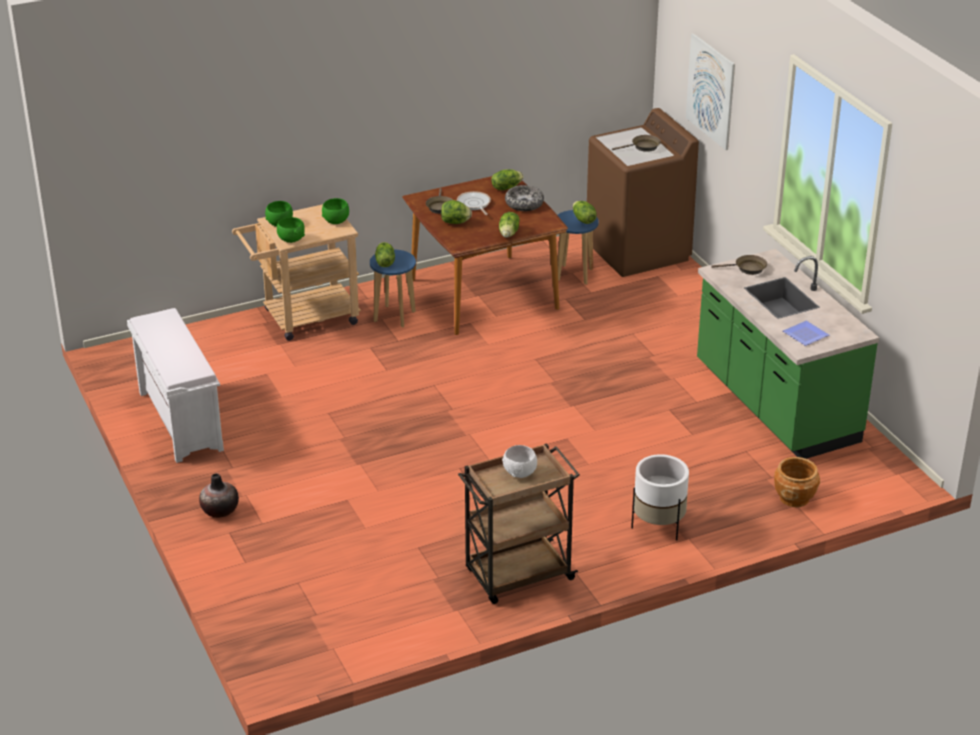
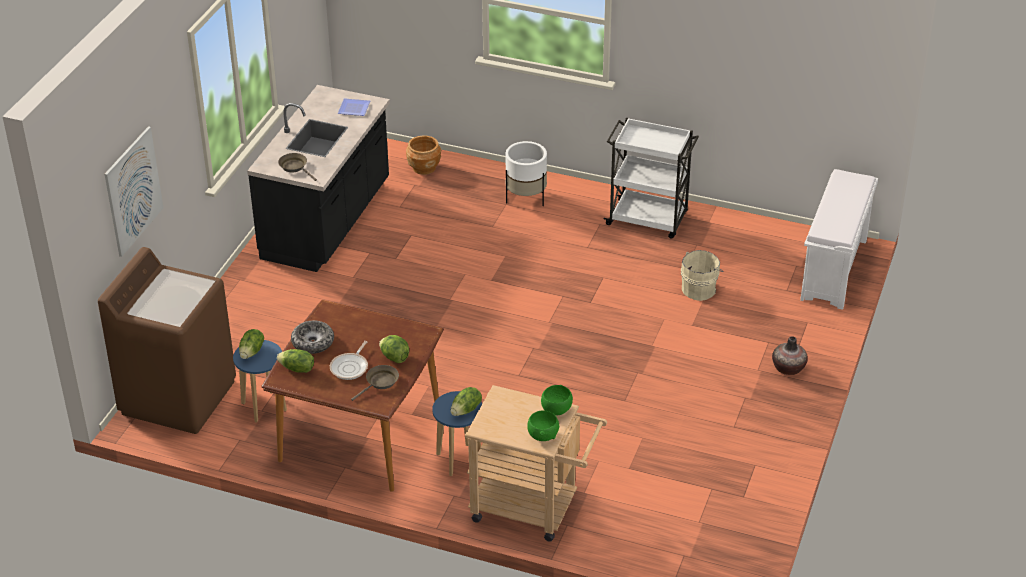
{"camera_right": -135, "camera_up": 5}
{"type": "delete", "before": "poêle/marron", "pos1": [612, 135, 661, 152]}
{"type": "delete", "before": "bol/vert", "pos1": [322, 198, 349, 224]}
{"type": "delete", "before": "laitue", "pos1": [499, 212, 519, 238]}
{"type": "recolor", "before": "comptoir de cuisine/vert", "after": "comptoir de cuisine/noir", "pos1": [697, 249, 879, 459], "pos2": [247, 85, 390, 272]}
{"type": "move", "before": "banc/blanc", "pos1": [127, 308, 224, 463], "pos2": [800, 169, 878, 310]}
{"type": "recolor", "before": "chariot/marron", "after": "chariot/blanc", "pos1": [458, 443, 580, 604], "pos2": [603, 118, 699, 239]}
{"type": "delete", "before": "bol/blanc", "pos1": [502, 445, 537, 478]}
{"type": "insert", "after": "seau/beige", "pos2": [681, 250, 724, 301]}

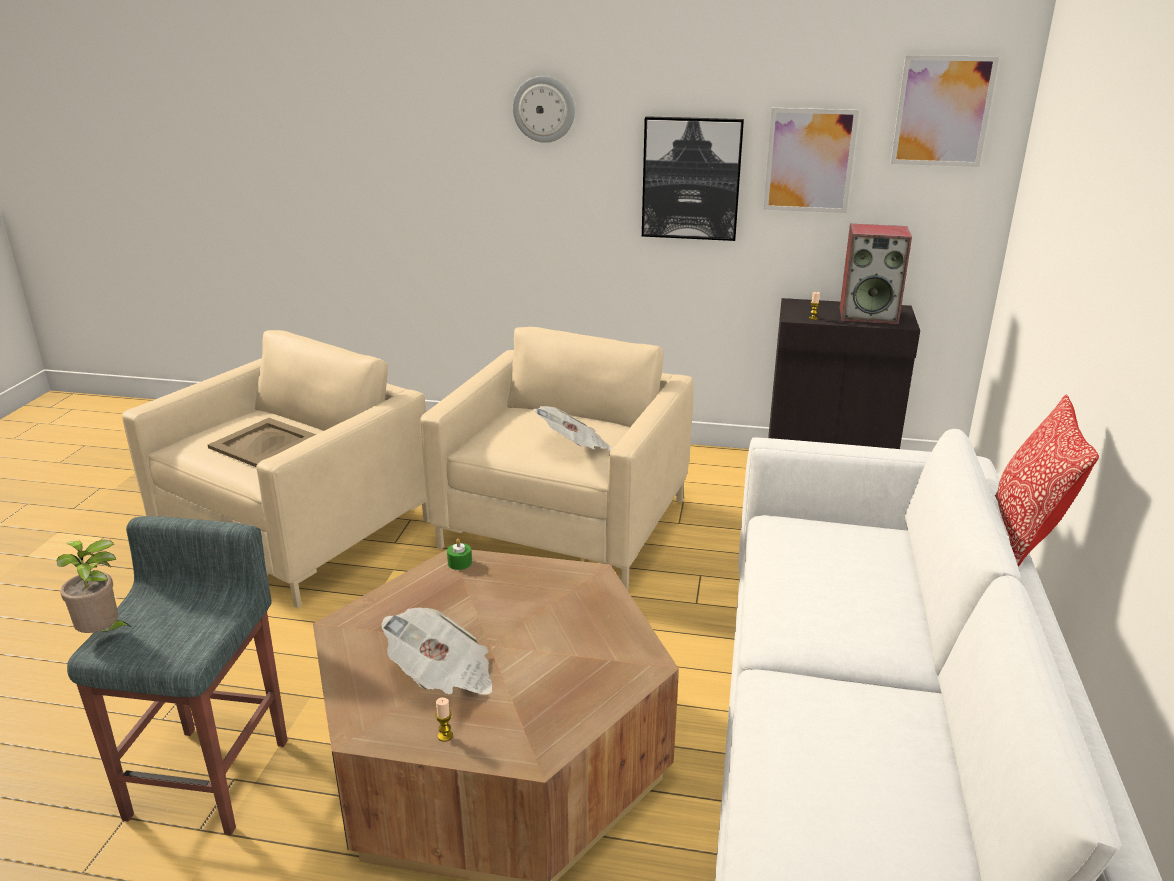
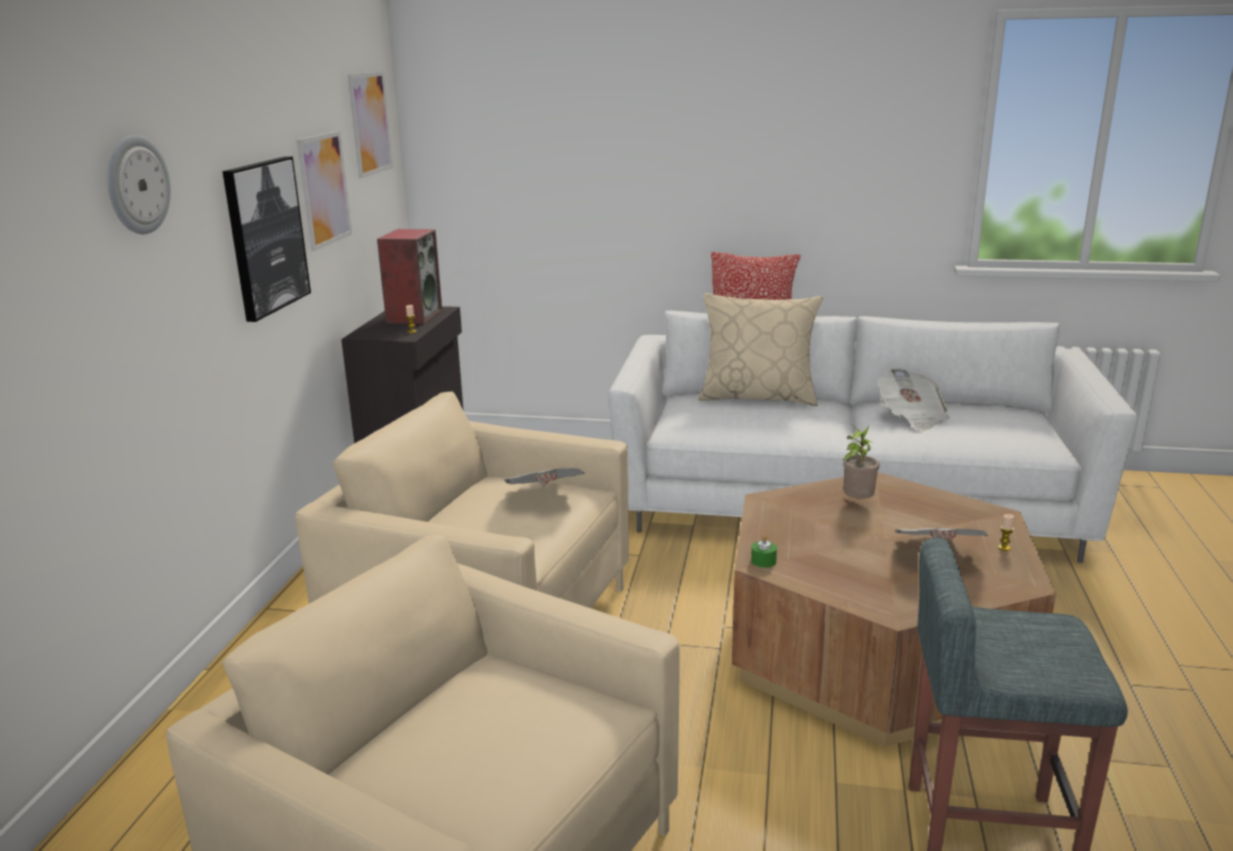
{"camera_right": -90, "camera_up": -5}
{"type": "delete", "before": "plateau/beige", "pos1": [208, 418, 317, 467]}
{"type": "move", "before": "plante en pot", "pos1": [57, 540, 132, 633], "pos2": [843, 424, 879, 499]}
{"type": "insert", "after": "coussin/beige", "pos2": [698, 293, 823, 406]}
{"type": "insert", "after": "journal", "pos2": [878, 368, 950, 431]}

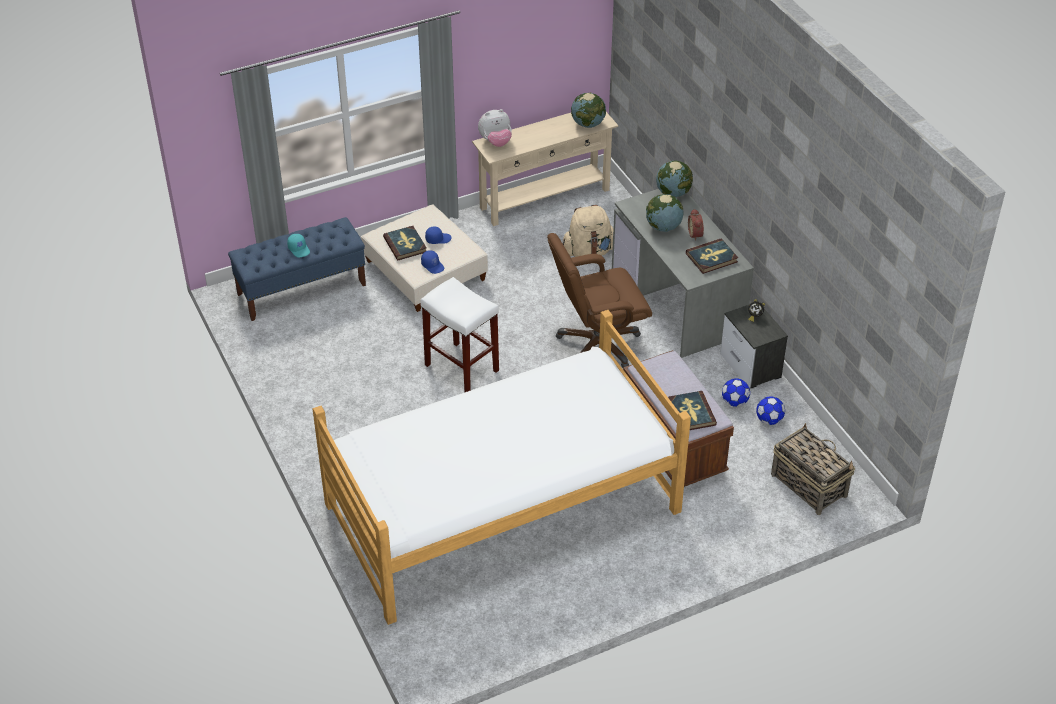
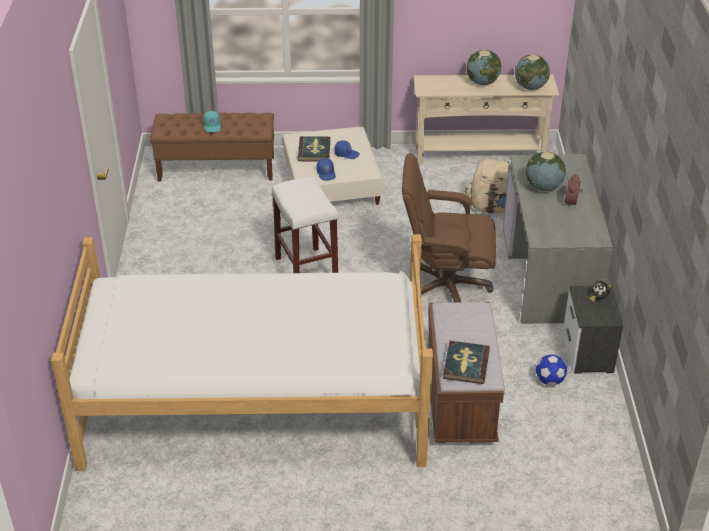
{"camera_right": 25, "camera_up": -5}
{"type": "delete", "before": "peluche", "pos1": [478, 109, 512, 147]}
{"type": "move", "before": "globe", "pos1": [656, 160, 693, 197], "pos2": [467, 50, 501, 85]}
{"type": "recolor", "before": "banc/bleu", "after": "banc/marron", "pos1": [228, 217, 366, 321], "pos2": [150, 112, 274, 182]}
{"type": "delete", "before": "livre", "pos1": [686, 238, 738, 274]}
{"type": "delete", "before": "ballon de foot", "pos1": [756, 396, 785, 425]}
{"type": "delete", "before": "panier", "pos1": [771, 423, 855, 515]}

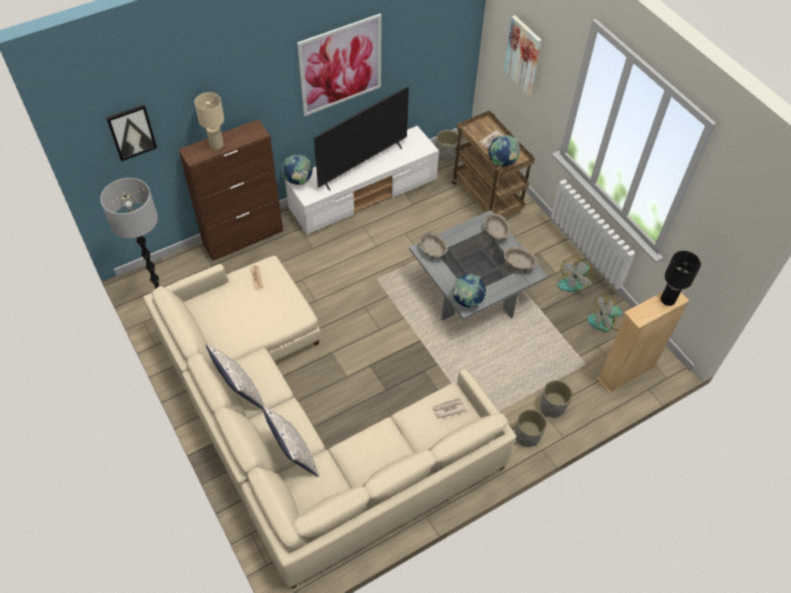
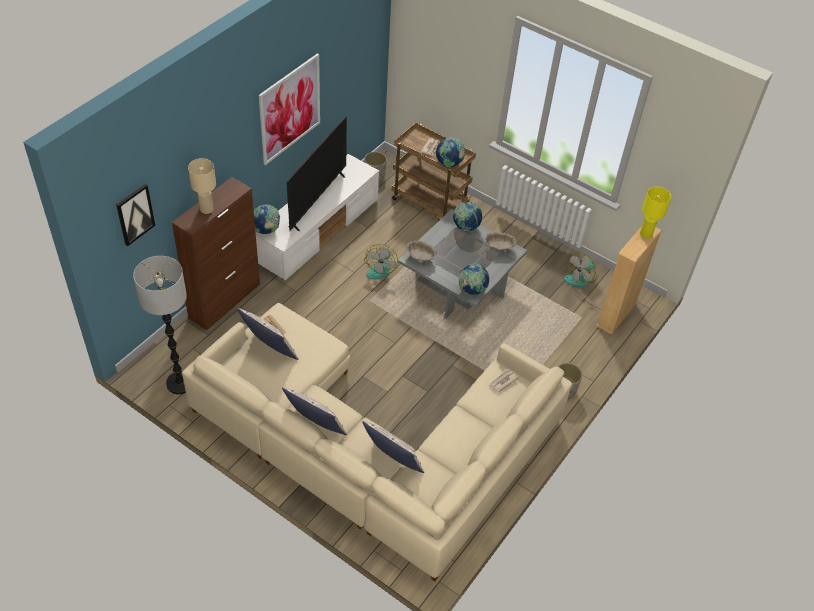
{"camera_right": -25, "camera_up": -5}
{"type": "delete", "before": "tableau", "pos1": [503, 15, 542, 95]}
{"type": "replace", "before": "bol/beige", "after": "globe", "pos1": [484, 213, 511, 242], "pos2": [453, 202, 482, 232]}
{"type": "recolor", "before": "lampe de table/noir", "after": "lampe de table/jaune", "pos1": [661, 251, 701, 306], "pos2": [640, 186, 672, 239]}
{"type": "move", "before": "ventilateur", "pos1": [557, 257, 594, 292], "pos2": [364, 244, 398, 279]}
{"type": "delete", "before": "cache-pot/gris", "pos1": [541, 380, 572, 418]}
{"type": "insert", "after": "coussin", "pos2": [237, 308, 299, 360]}

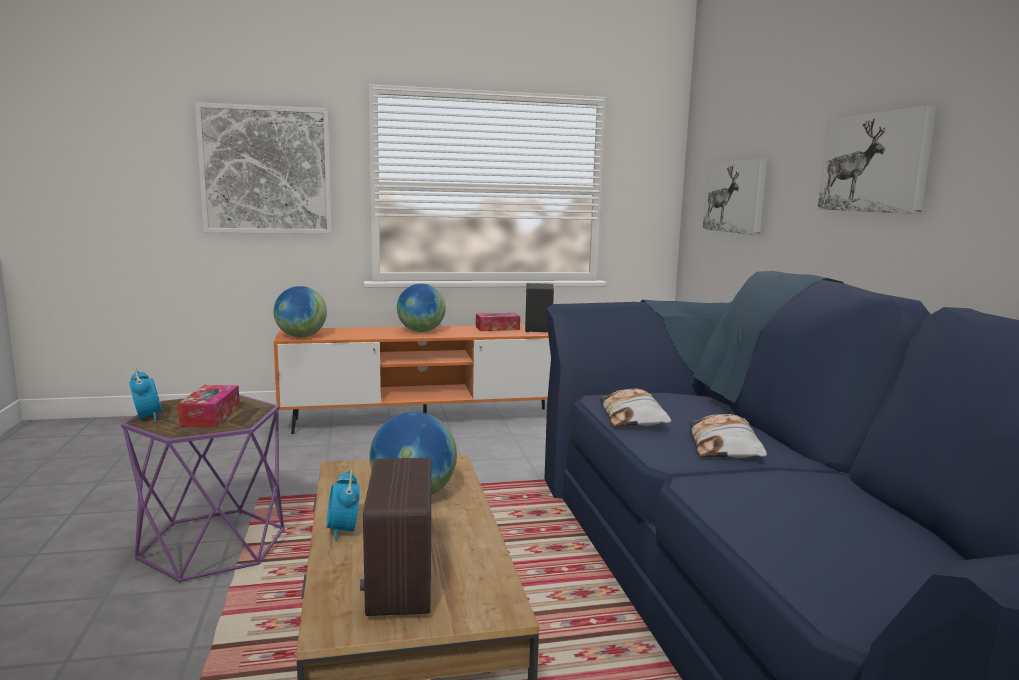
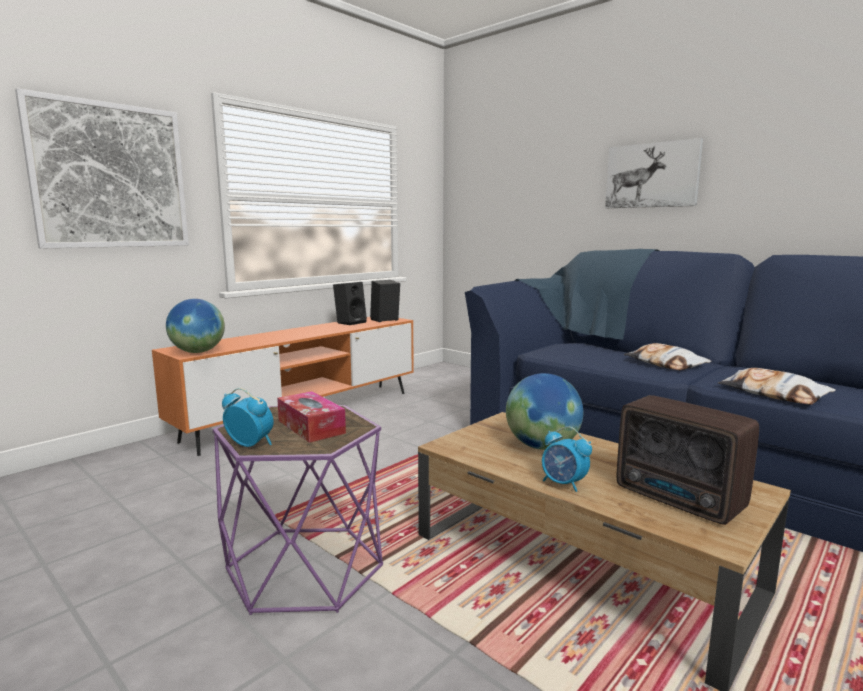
{"camera_right": -35, "camera_up": 0}
{"type": "delete", "before": "tableau", "pos1": [703, 159, 767, 235]}
{"type": "delete", "before": "globe", "pos1": [397, 284, 446, 332]}
{"type": "replace", "before": "boîte à mouchoirs", "after": "enceinte/noir", "pos1": [476, 313, 520, 331], "pos2": [333, 282, 367, 325]}
{"type": "move", "before": "coussin", "pos1": [599, 388, 671, 426], "pos2": [718, 368, 836, 405]}

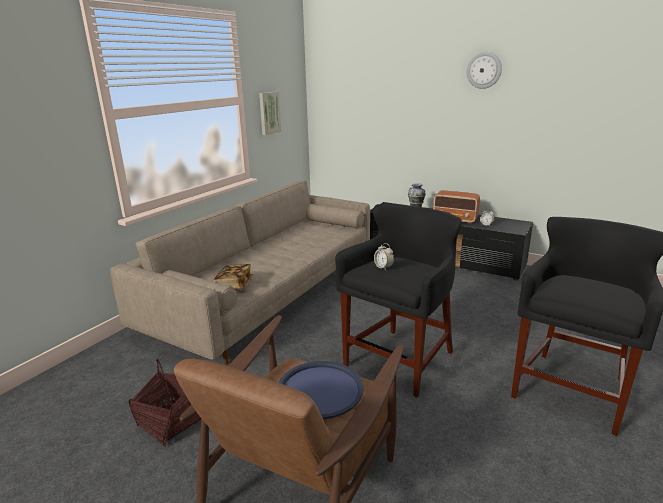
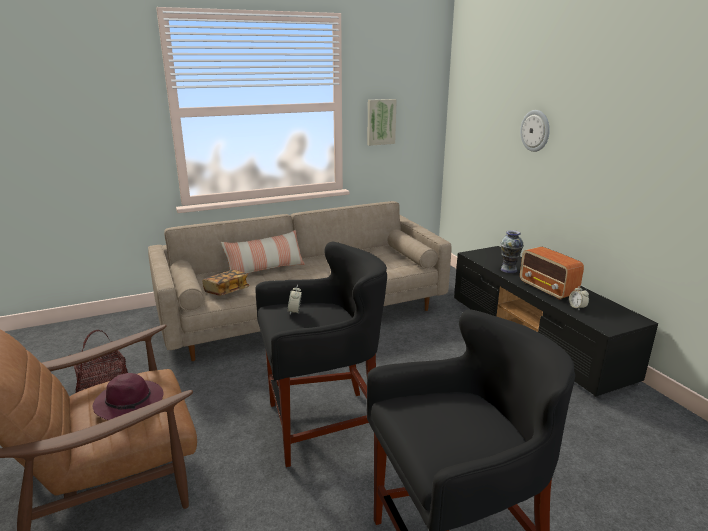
{"camera_right": 35, "camera_up": 0}
{"type": "move", "before": "horloge murale", "pos1": [467, 52, 502, 89], "pos2": [520, 110, 550, 152]}
{"type": "replace", "before": "plateau/bleu", "after": "chapeau/violet", "pos1": [278, 361, 364, 419], "pos2": [92, 373, 163, 420]}
{"type": "insert", "after": "coussin", "pos2": [221, 230, 305, 274]}

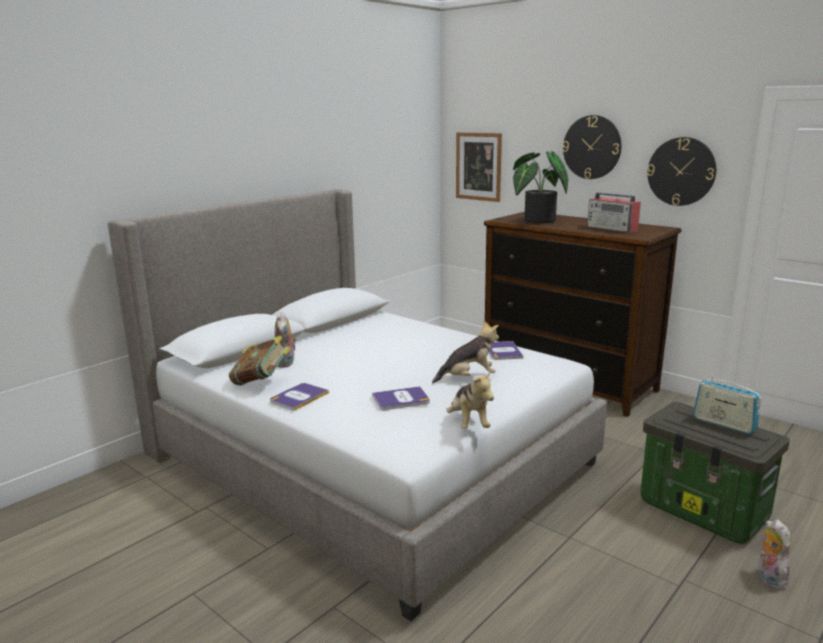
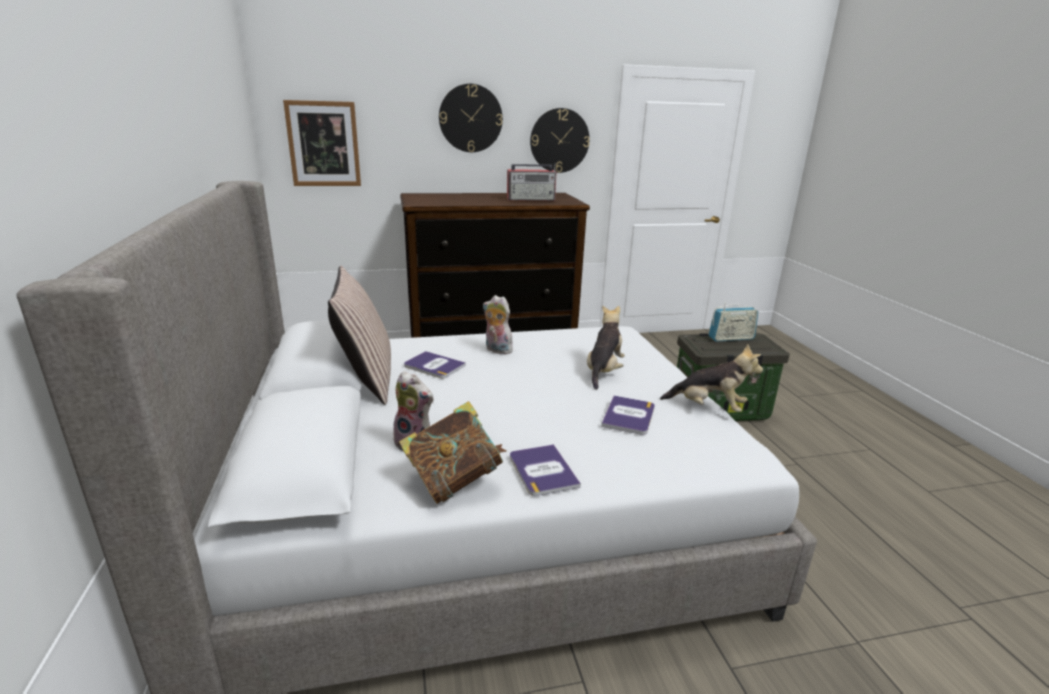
{"camera_right": -55, "camera_up": 5}
{"type": "delete", "before": "plante en pot", "pos1": [513, 151, 568, 223]}
{"type": "move", "before": "livre", "pos1": [489, 341, 524, 360], "pos2": [404, 351, 466, 378]}
{"type": "move", "before": "peluche", "pos1": [758, 519, 791, 590], "pos2": [483, 295, 513, 355]}
{"type": "insert", "after": "coussin", "pos2": [328, 266, 391, 405]}

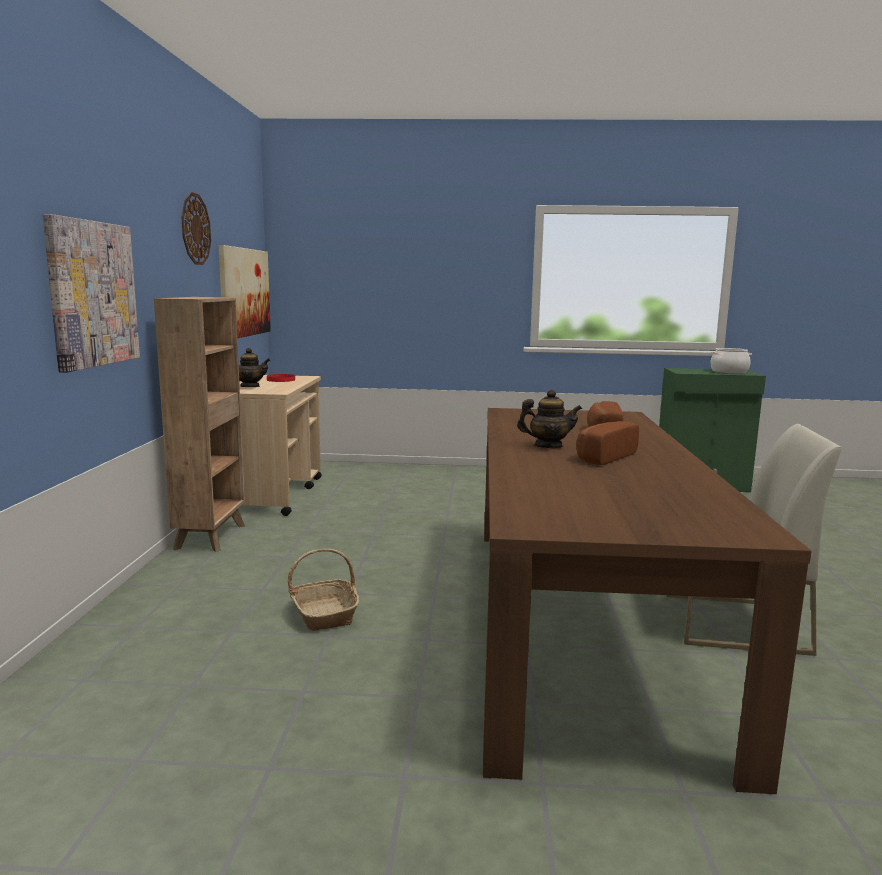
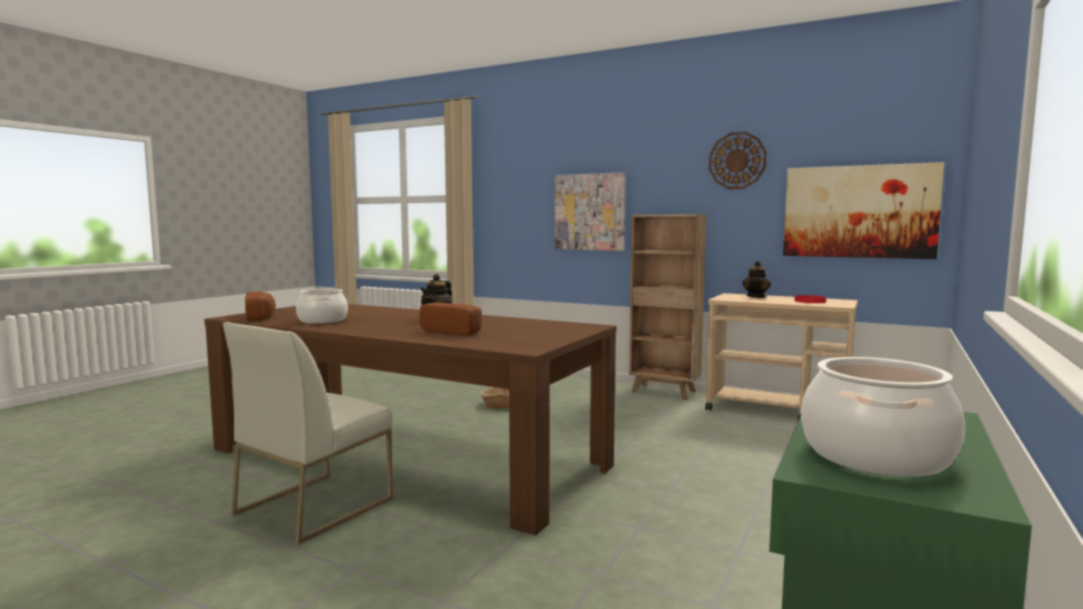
{"camera_right": 115, "camera_up": -5}
{"type": "move", "before": "pain", "pos1": [576, 421, 639, 465], "pos2": [245, 292, 276, 321]}
{"type": "insert", "after": "marmite", "pos2": [296, 289, 348, 324]}

